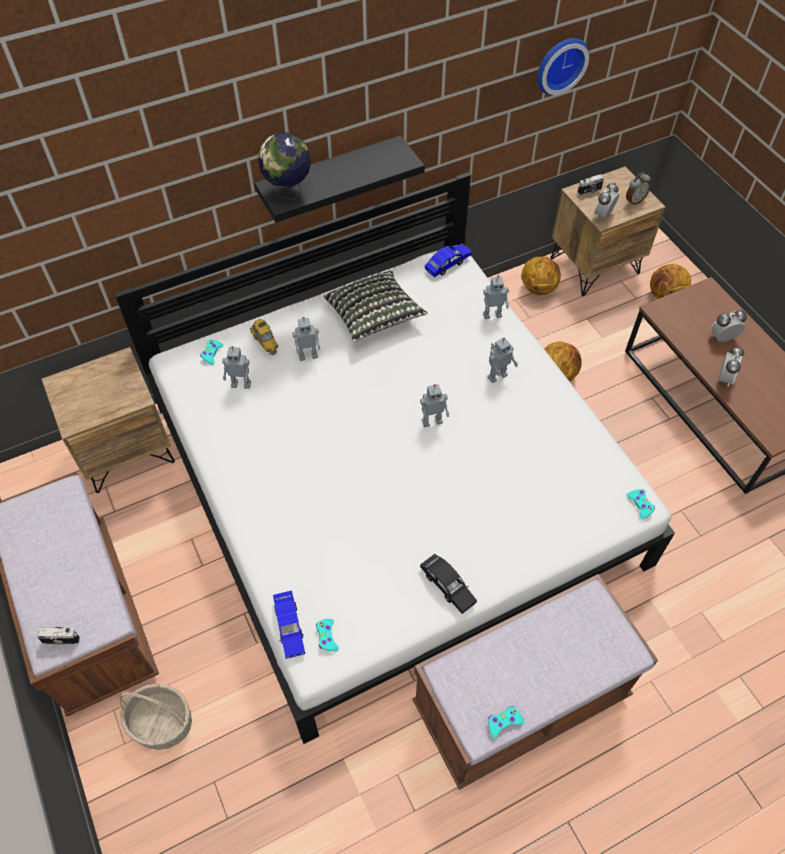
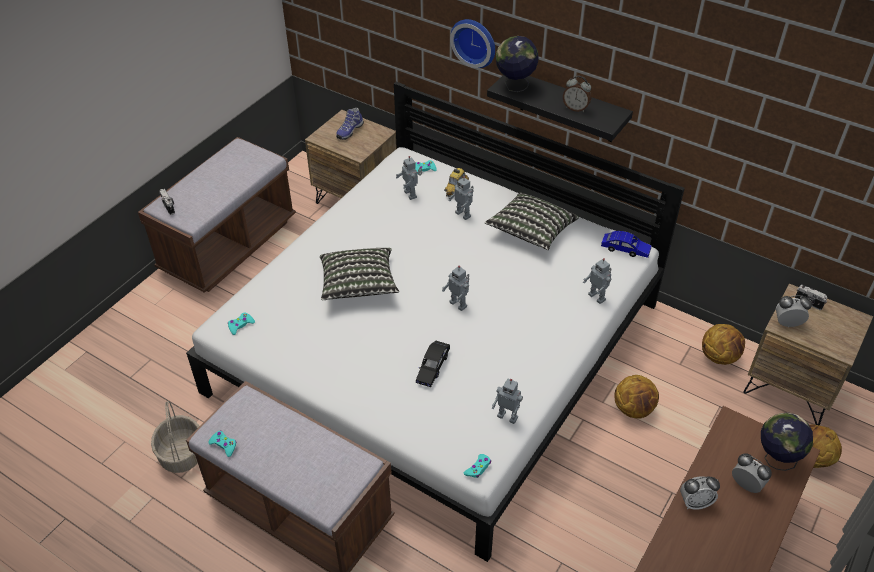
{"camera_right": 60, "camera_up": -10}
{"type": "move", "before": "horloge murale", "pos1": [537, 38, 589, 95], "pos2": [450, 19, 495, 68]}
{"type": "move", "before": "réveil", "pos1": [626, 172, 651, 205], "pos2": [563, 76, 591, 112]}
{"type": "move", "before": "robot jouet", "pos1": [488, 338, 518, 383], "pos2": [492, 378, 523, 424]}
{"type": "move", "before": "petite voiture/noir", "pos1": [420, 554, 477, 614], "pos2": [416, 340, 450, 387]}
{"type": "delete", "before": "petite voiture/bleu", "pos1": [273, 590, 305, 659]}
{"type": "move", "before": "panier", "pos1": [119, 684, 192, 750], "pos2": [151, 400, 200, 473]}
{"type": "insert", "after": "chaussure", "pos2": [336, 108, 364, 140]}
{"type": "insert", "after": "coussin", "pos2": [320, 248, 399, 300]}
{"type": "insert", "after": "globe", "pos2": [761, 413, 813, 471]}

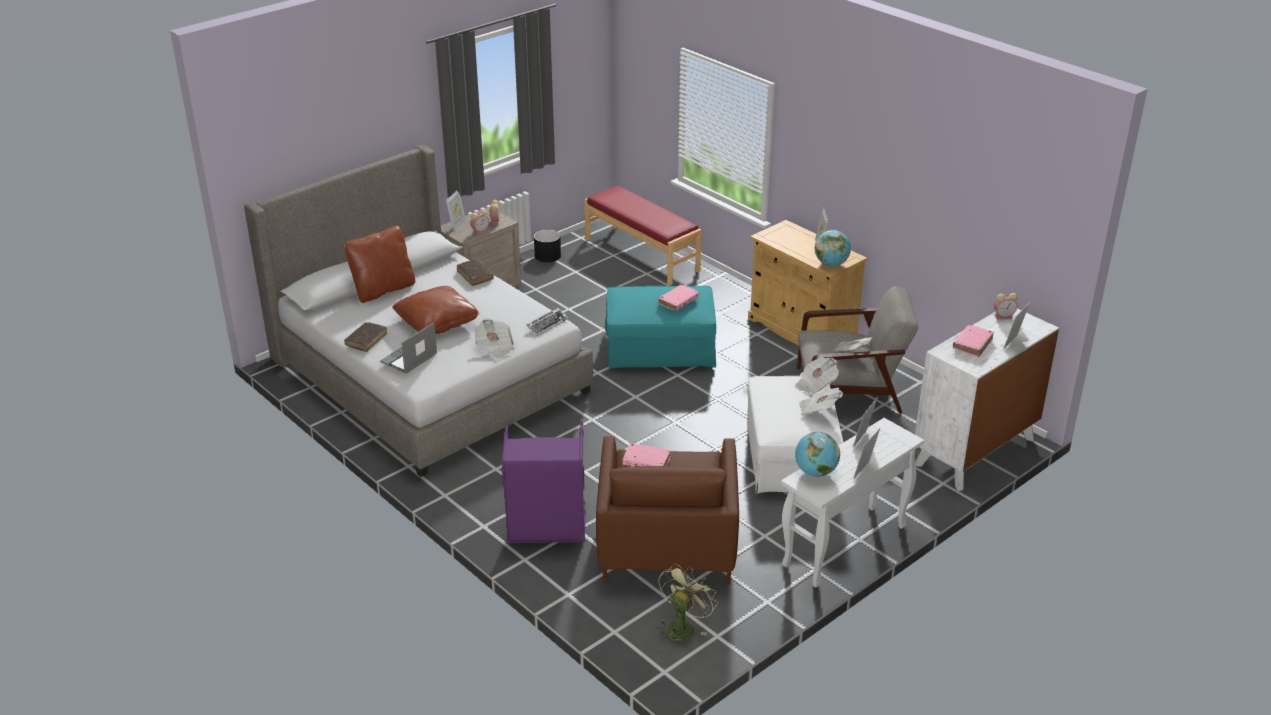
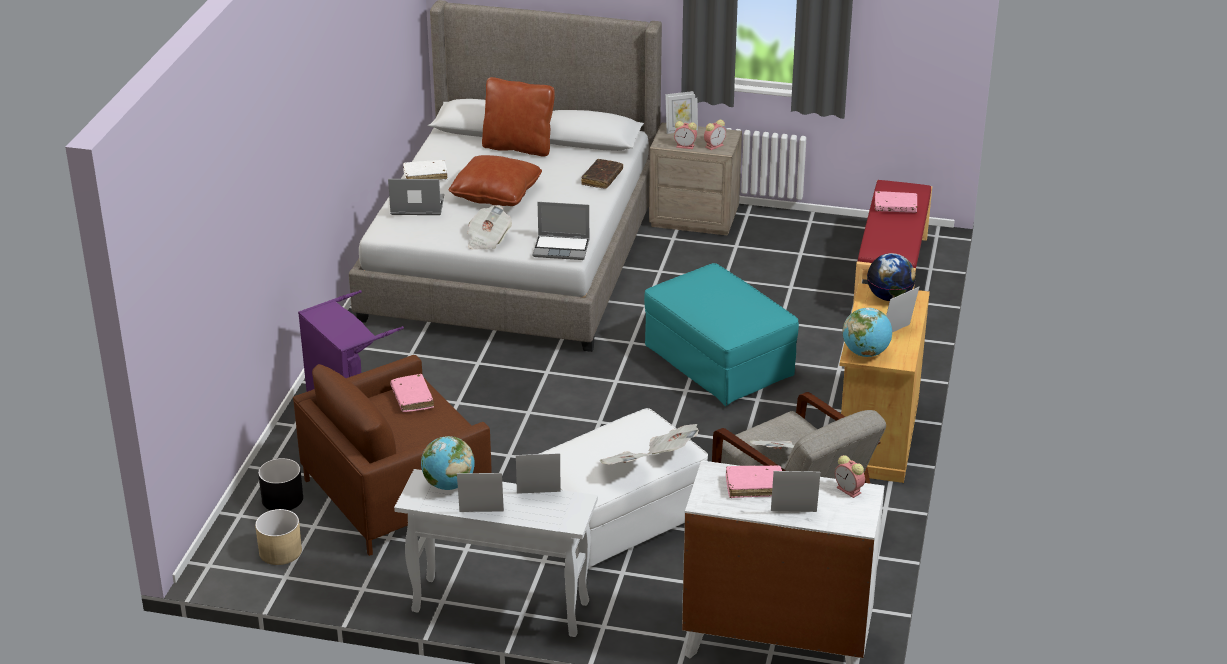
{"camera_right": 55, "camera_up": 0}
{"type": "move", "before": "cache-pot/noir", "pos1": [534, 230, 561, 262], "pos2": [258, 458, 303, 510]}
{"type": "move", "before": "livre/rose", "pos1": [658, 285, 699, 311], "pos2": [875, 191, 917, 213]}
{"type": "replace", "before": "clavier", "after": "ordinateur portable", "pos1": [526, 308, 568, 336], "pos2": [533, 202, 590, 260]}
{"type": "recolor", "before": "livre/marron", "after": "livre/blanc", "pos1": [344, 322, 387, 352], "pos2": [403, 160, 448, 180]}
{"type": "replace", "before": "ventilateur/vert", "after": "cache-pot/beige", "pos1": [657, 564, 717, 643], "pos2": [255, 509, 302, 565]}
{"type": "insert", "after": "globe", "pos2": [867, 253, 916, 301]}

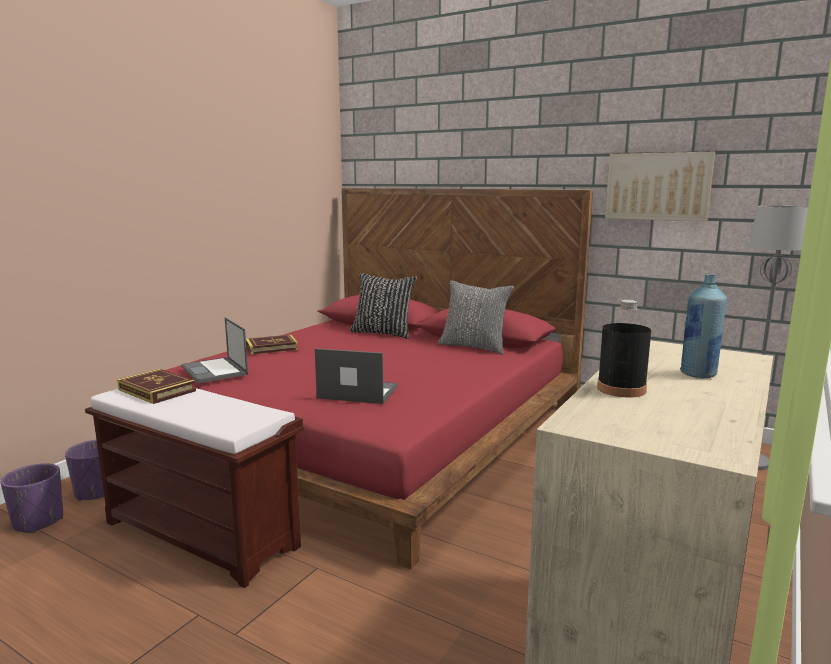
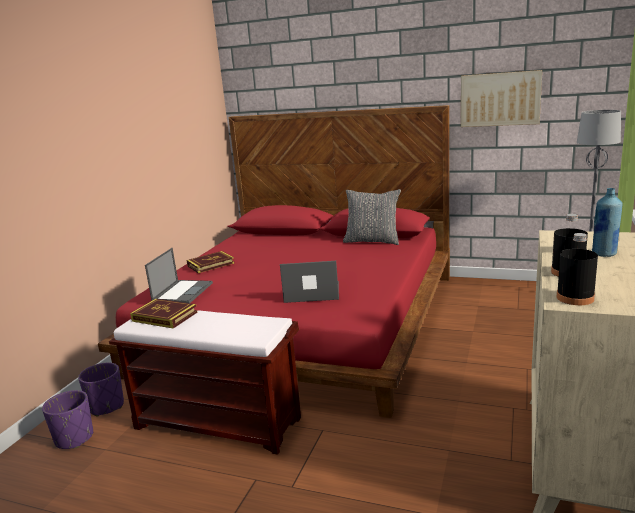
{"camera_right": -10, "camera_up": 5}
{"type": "delete", "before": "coussin/noir", "pos1": [350, 273, 417, 339]}
{"type": "rotate", "before": "ordinateur portable", "pos1": [181, 317, 248, 383], "pos2": [145, 248, 213, 303], "turn": -120}
{"type": "insert", "after": "bouteille/noir", "pos2": [557, 233, 598, 305]}

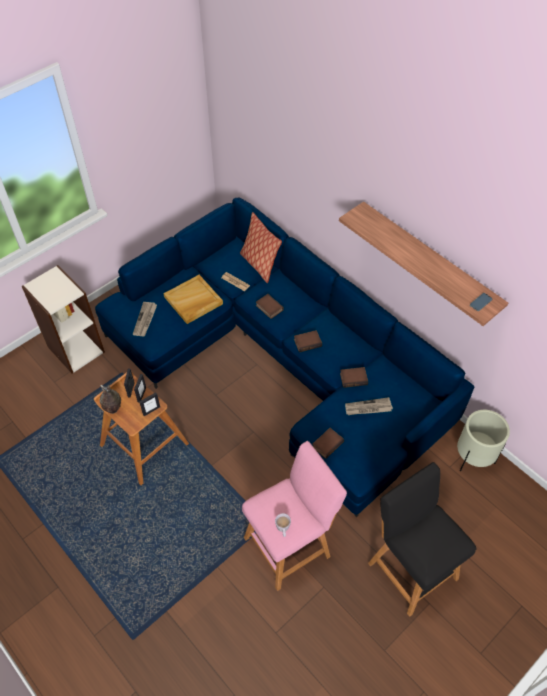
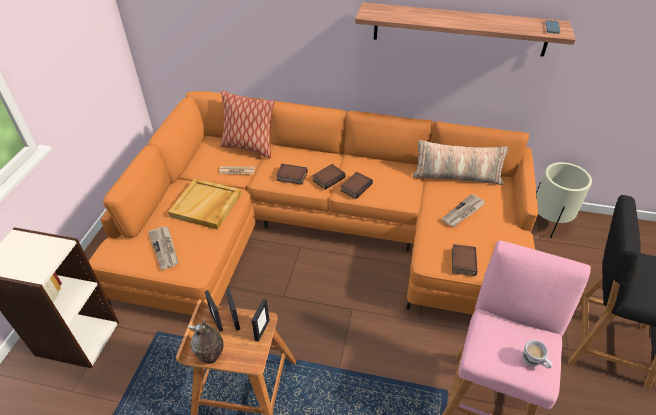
{"camera_right": -35, "camera_up": -10}
{"type": "recolor", "before": "canapé/bleu", "after": "canapé/orange", "pos1": [95, 198, 475, 517], "pos2": [89, 91, 538, 315]}
{"type": "move", "before": "livre", "pos1": [340, 367, 368, 388], "pos2": [312, 164, 345, 190]}
{"type": "insert", "after": "coussin", "pos2": [412, 140, 508, 185]}

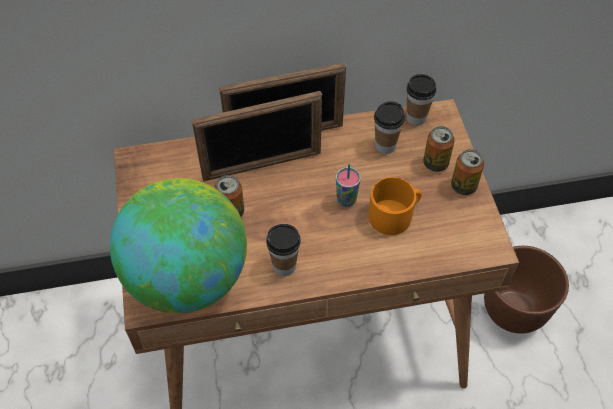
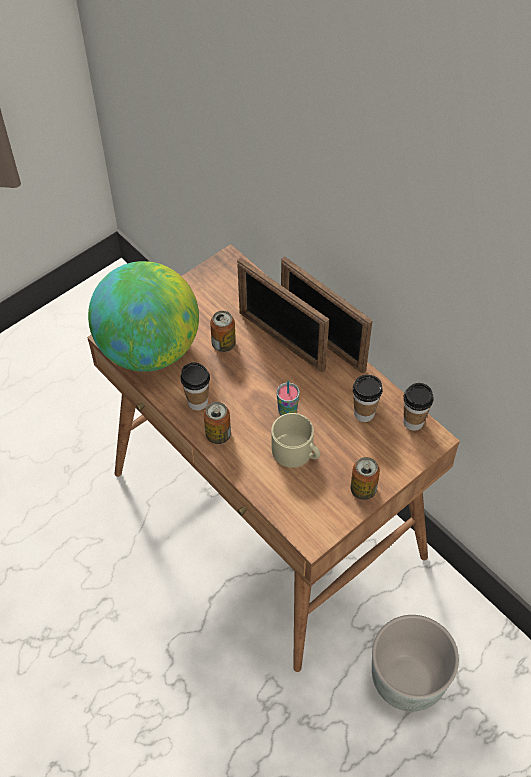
{"camera_right": 60, "camera_up": 0}
{"type": "move", "before": "boîte métallique", "pos1": [423, 126, 455, 172], "pos2": [204, 402, 231, 444]}
{"type": "recolor", "before": "mug/orange", "after": "mug/beige", "pos1": [369, 177, 422, 235], "pos2": [271, 413, 320, 468]}
{"type": "recolor", "before": "cache-pot/marron", "after": "cache-pot/gris", "pos1": [484, 246, 569, 334], "pos2": [372, 615, 459, 712]}

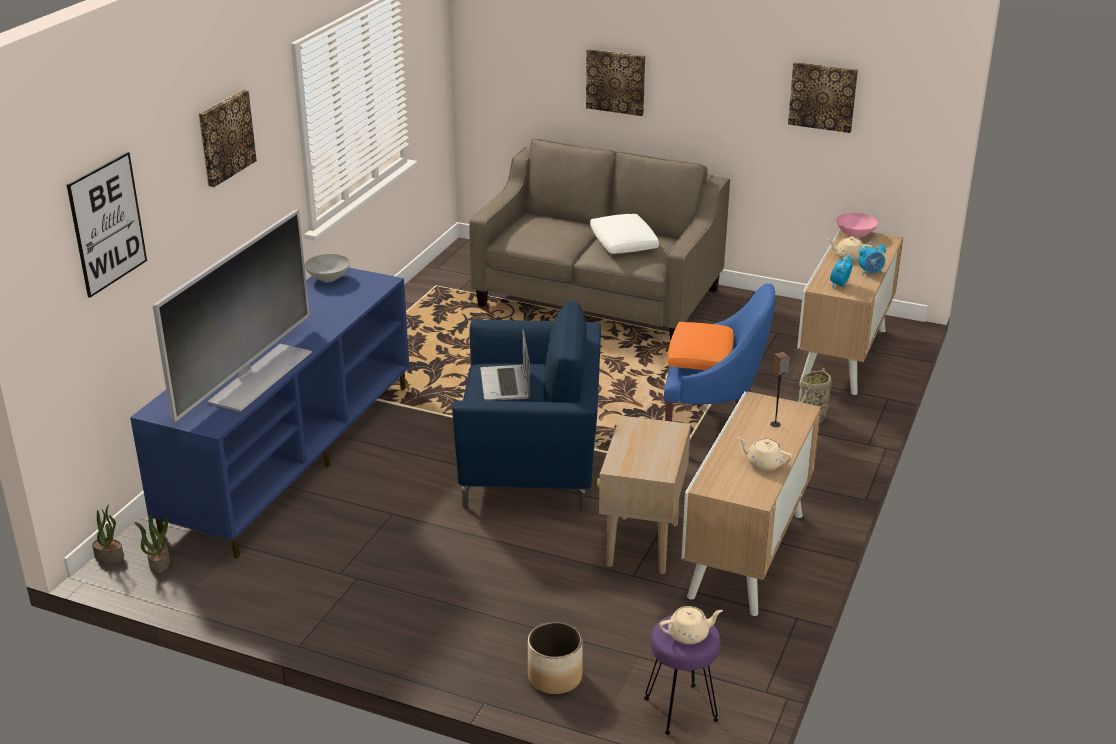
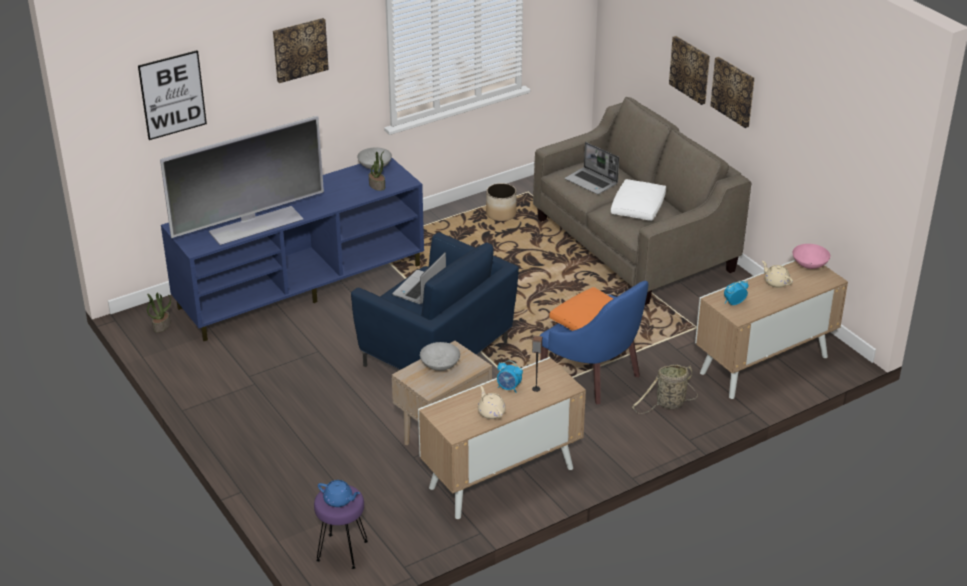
{"camera_right": 35, "camera_up": 5}
{"type": "move", "before": "tableau", "pos1": [788, 62, 858, 133], "pos2": [710, 57, 755, 128]}
{"type": "move", "before": "réveil", "pos1": [858, 241, 886, 275], "pos2": [497, 360, 523, 393]}
{"type": "move", "before": "plante en pot", "pos1": [92, 504, 124, 564], "pos2": [369, 150, 385, 191]}
{"type": "recolor", "before": "théière/beige", "after": "théière/bleu", "pos1": [659, 606, 723, 644], "pos2": [318, 480, 360, 507]}
{"type": "move", "before": "cache-pot", "pos1": [528, 622, 583, 694], "pos2": [486, 183, 517, 221]}
{"type": "insert", "after": "ordinateur portable", "pos2": [565, 142, 619, 194]}
{"type": "insert", "after": "bol/gris", "pos2": [420, 342, 460, 371]}

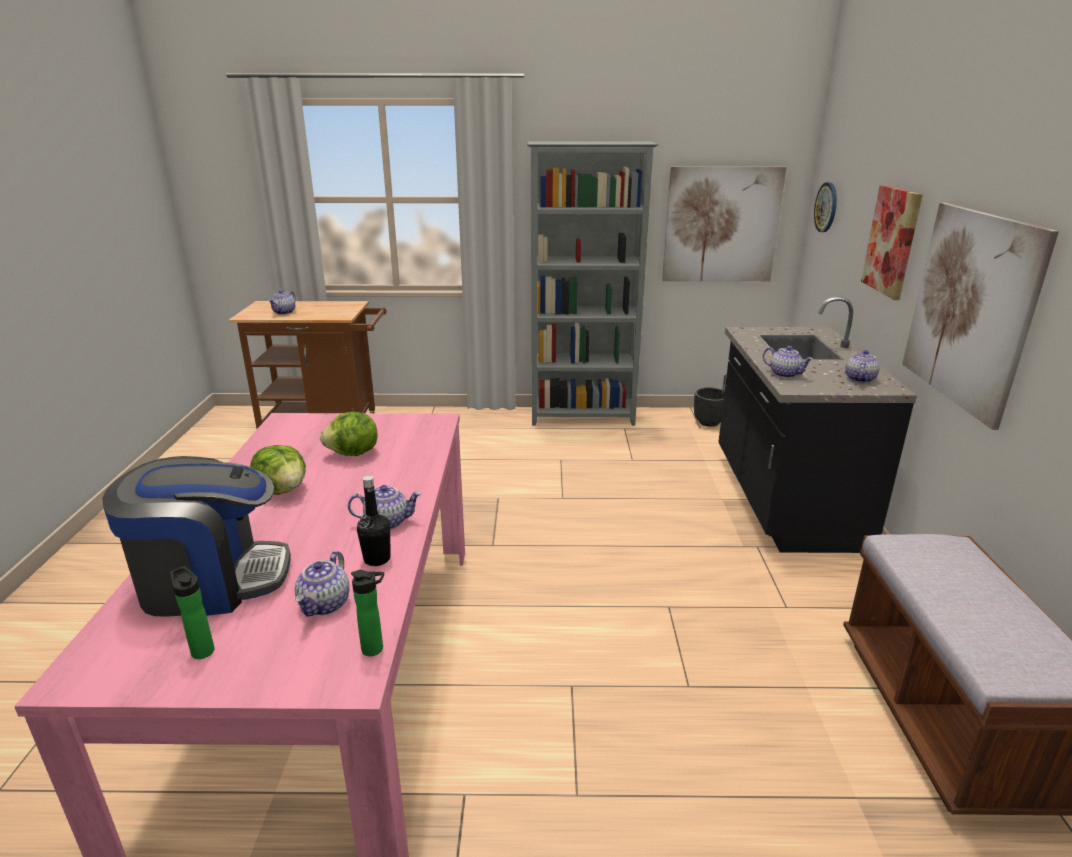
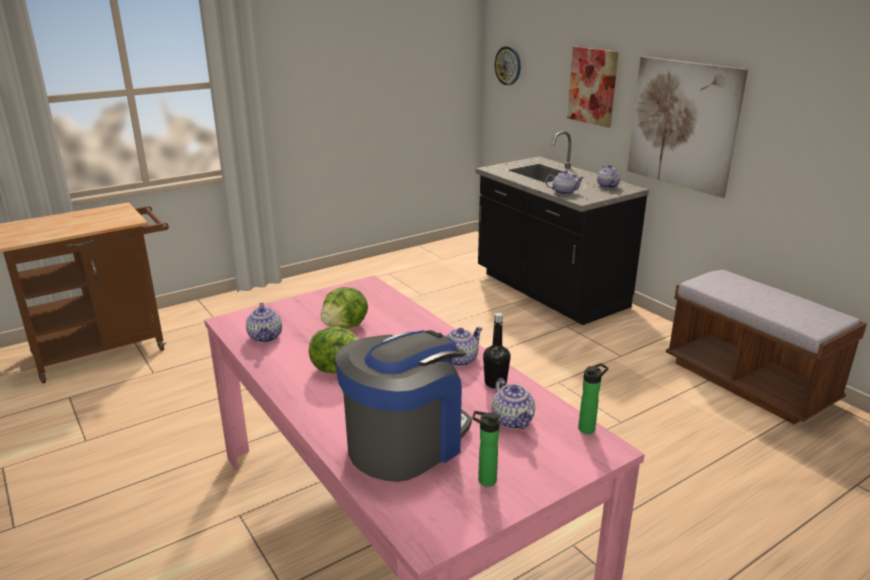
{"camera_right": -35, "camera_up": 0}
{"type": "delete", "before": "bibliothèque/gris", "pos1": [527, 141, 658, 426]}
{"type": "delete", "before": "tableau", "pos1": [662, 167, 786, 281]}
{"type": "move", "before": "théière", "pos1": [268, 290, 296, 315], "pos2": [246, 303, 282, 343]}
{"type": "delete", "before": "cache-pot/noir", "pos1": [694, 387, 725, 427]}

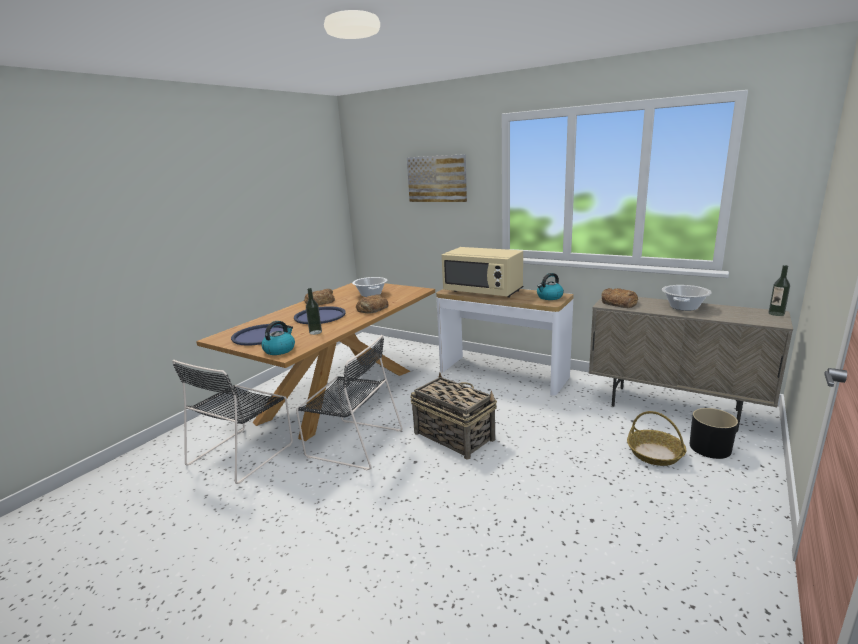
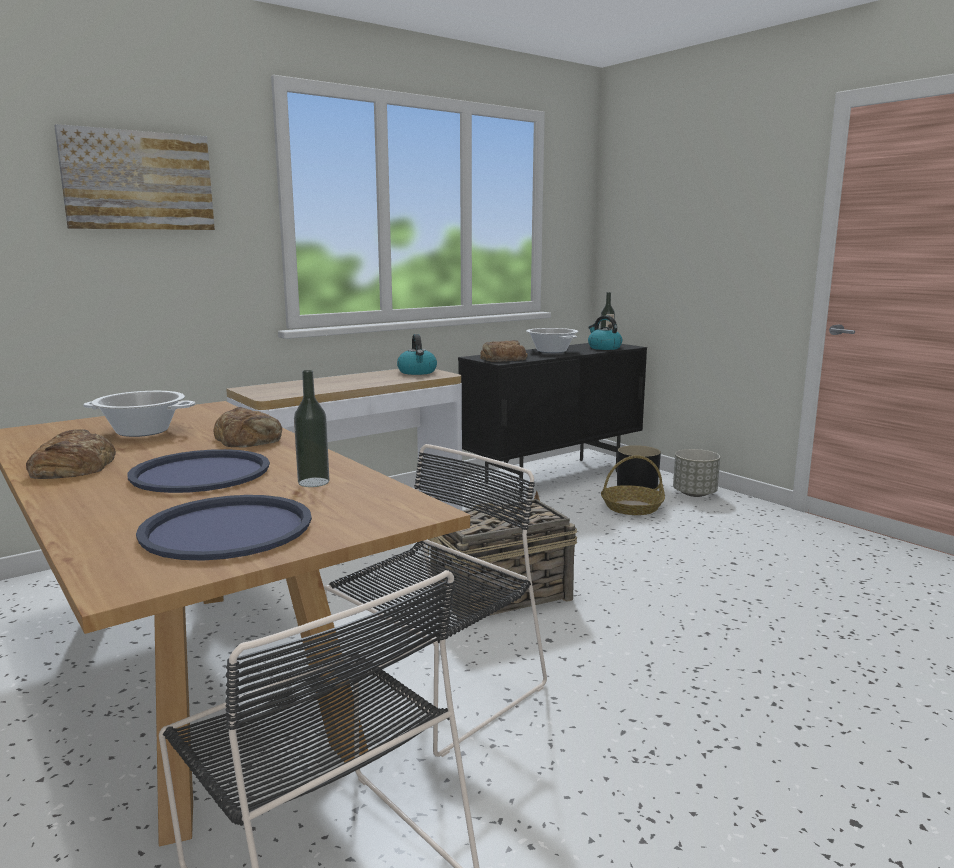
{"camera_right": -70, "camera_up": -5}
{"type": "delete", "before": "micro-ondes/beige", "pos1": [442, 247, 523, 298]}
{"type": "recolor", "before": "meuble de rangement/beige", "after": "meuble de rangement/noir", "pos1": [589, 297, 793, 432], "pos2": [458, 343, 647, 497]}
{"type": "move", "before": "bouilloire", "pos1": [261, 321, 295, 355], "pos2": [588, 316, 622, 350]}
{"type": "insert", "after": "cache-pot/gris", "pos2": [673, 449, 720, 497]}

